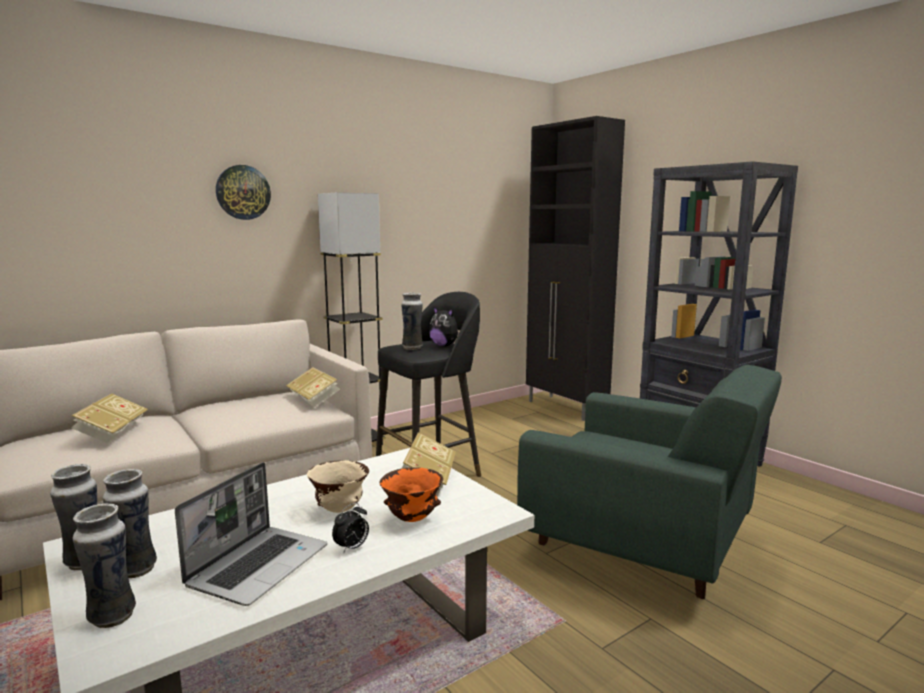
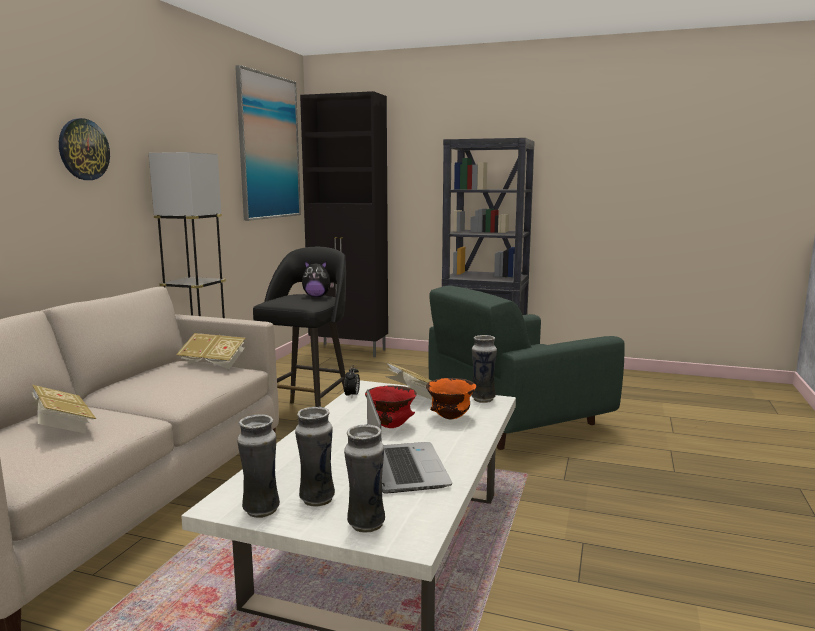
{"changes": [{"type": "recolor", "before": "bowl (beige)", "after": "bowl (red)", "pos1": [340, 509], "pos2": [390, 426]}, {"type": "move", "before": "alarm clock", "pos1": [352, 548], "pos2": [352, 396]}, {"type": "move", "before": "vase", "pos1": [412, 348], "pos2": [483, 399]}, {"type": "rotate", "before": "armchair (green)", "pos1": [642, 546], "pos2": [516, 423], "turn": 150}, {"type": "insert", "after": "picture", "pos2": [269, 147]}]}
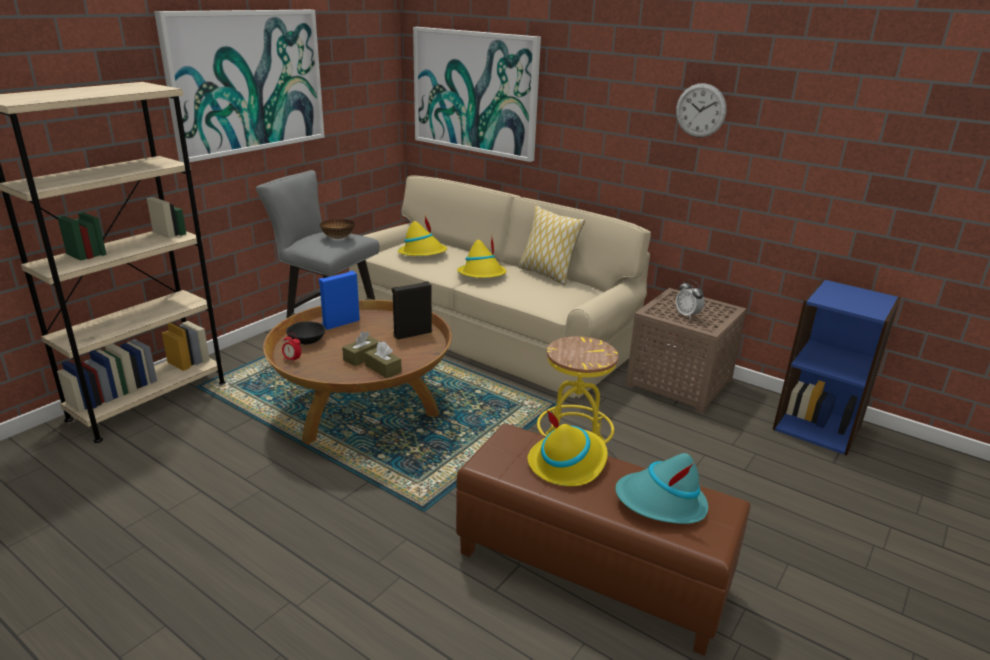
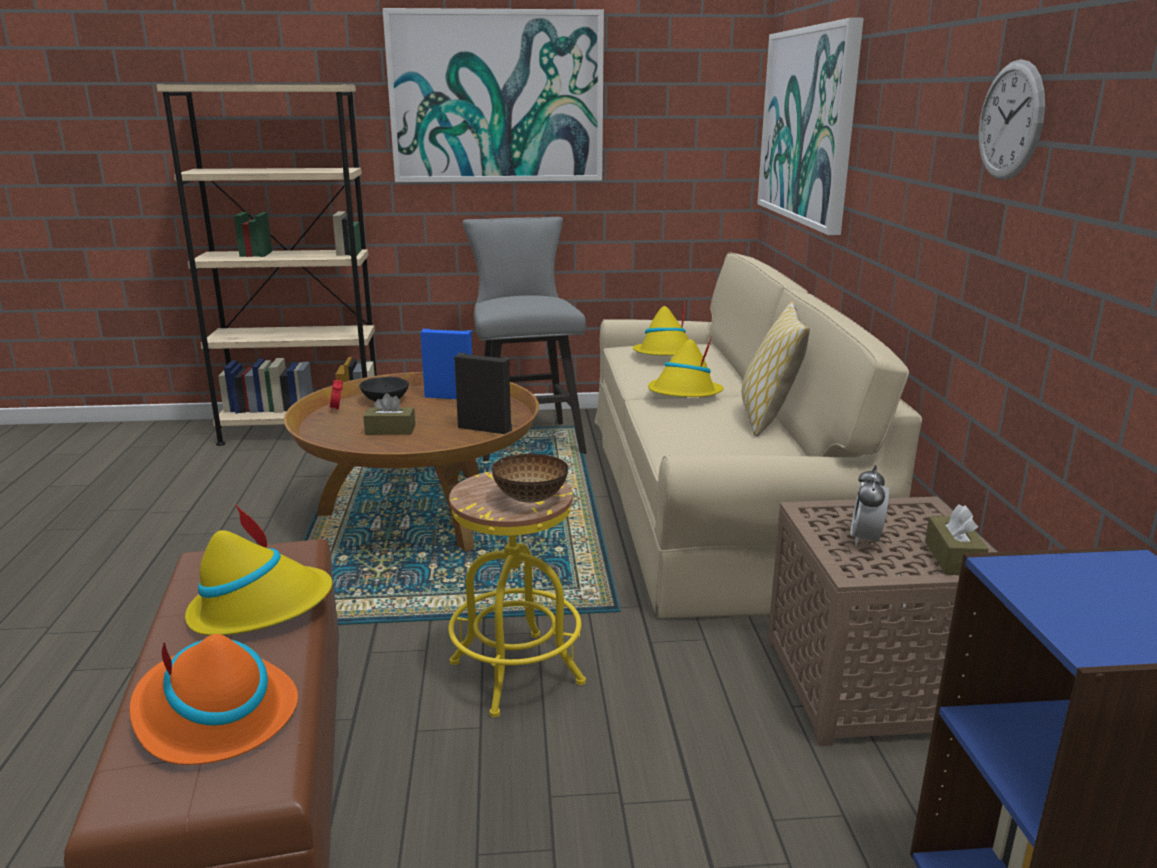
{"changes": [{"type": "move", "before": "bowl", "pos1": [338, 238], "pos2": [531, 499]}, {"type": "move", "before": "tissue box (brown)", "pos1": [383, 369], "pos2": [953, 558]}, {"type": "recolor", "before": "hat (turquoise)", "after": "hat (orange)", "pos1": [660, 503], "pos2": [213, 714]}]}
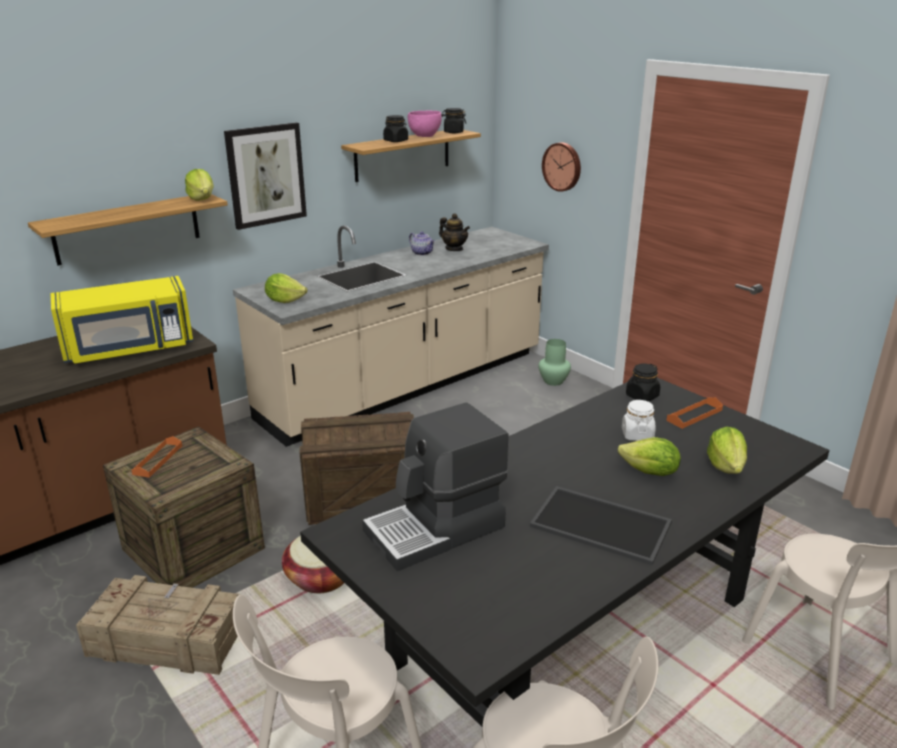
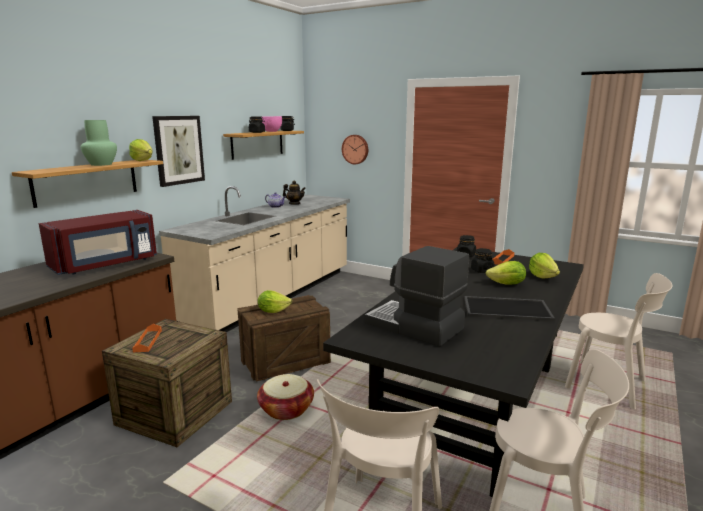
{"changes": [{"type": "recolor", "before": "microwave (yellow)", "after": "microwave (red)", "pos1": [130, 349], "pos2": [106, 264]}, {"type": "delete", "before": "crate", "pos1": [167, 640]}, {"type": "move", "before": "lettuce", "pos1": [285, 300], "pos2": [273, 311]}, {"type": "rotate", "before": "coffee machine", "pos1": [436, 529], "pos2": [414, 326], "turn": 90}, {"type": "move", "before": "vase (green)", "pos1": [553, 381], "pos2": [101, 164]}, {"type": "recolor", "before": "jar (white)", "after": "jar (black)", "pos1": [637, 435], "pos2": [482, 270]}]}
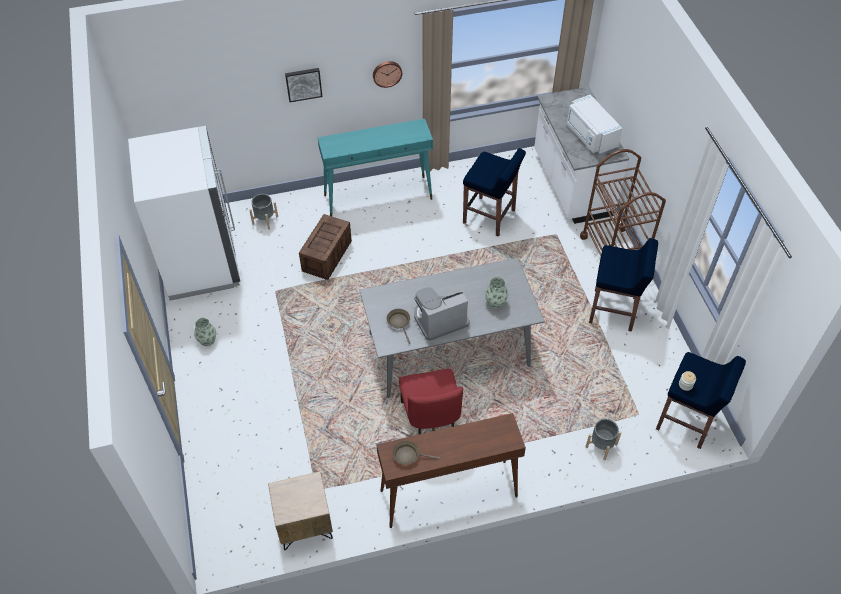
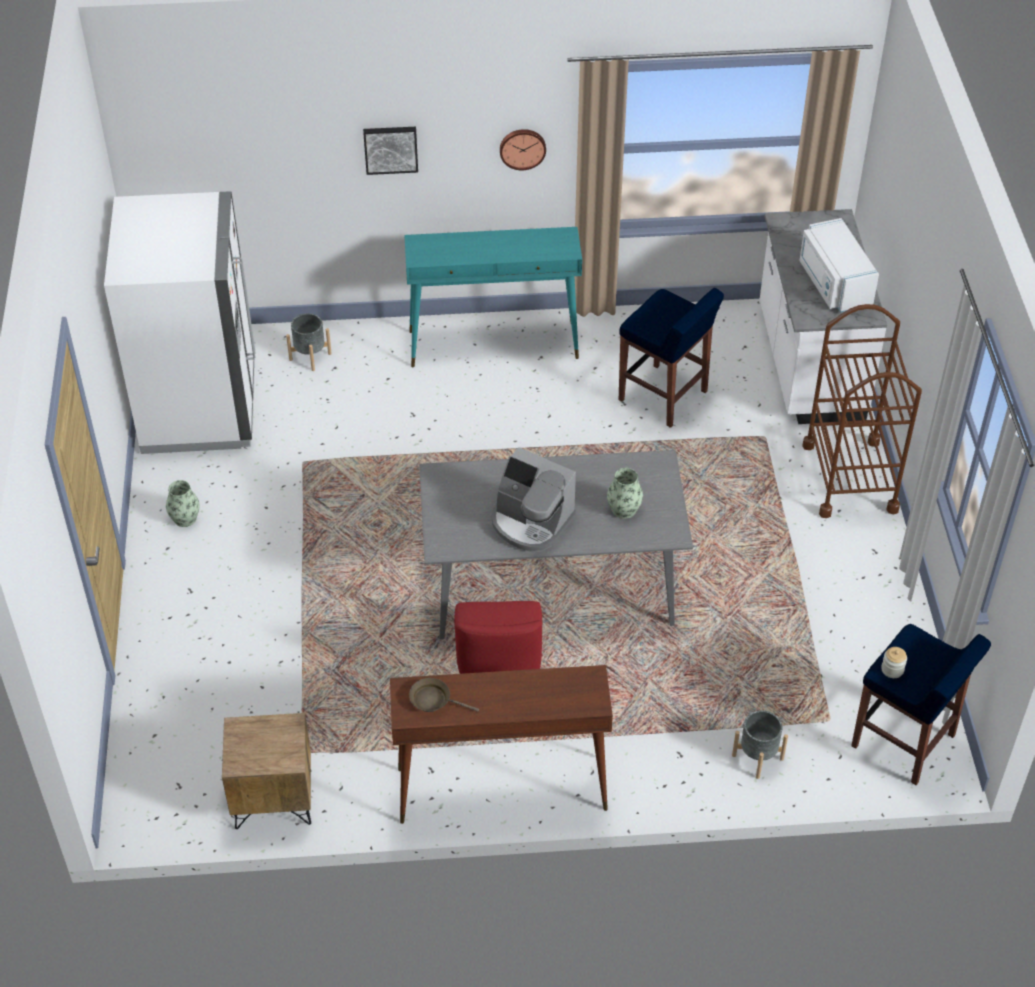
{"changes": [{"type": "delete", "before": "crate", "pos1": [327, 255]}, {"type": "delete", "before": "frying pan (brown)", "pos1": [399, 323]}, {"type": "rotate", "before": "coffee machine", "pos1": [439, 319], "pos2": [531, 522], "turn": -135}, {"type": "delete", "before": "stool (blue)", "pos1": [614, 310]}]}
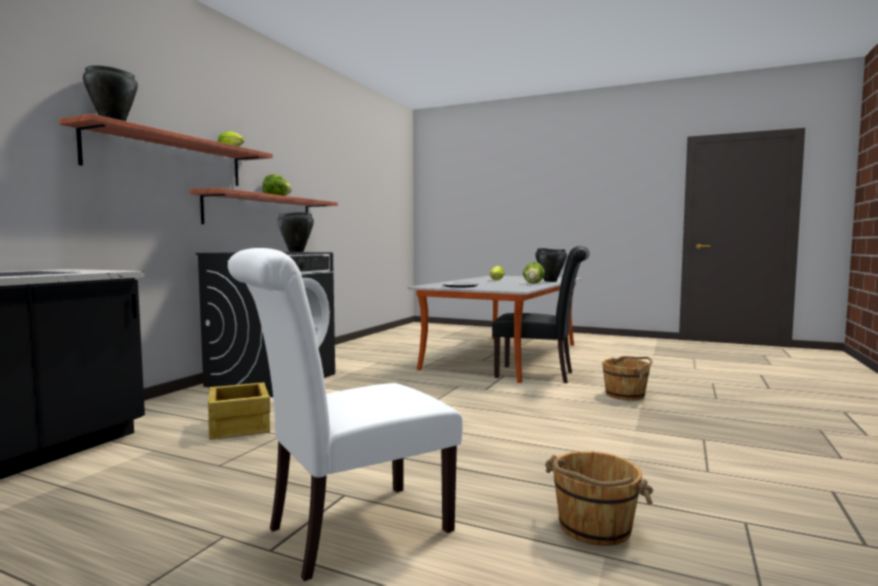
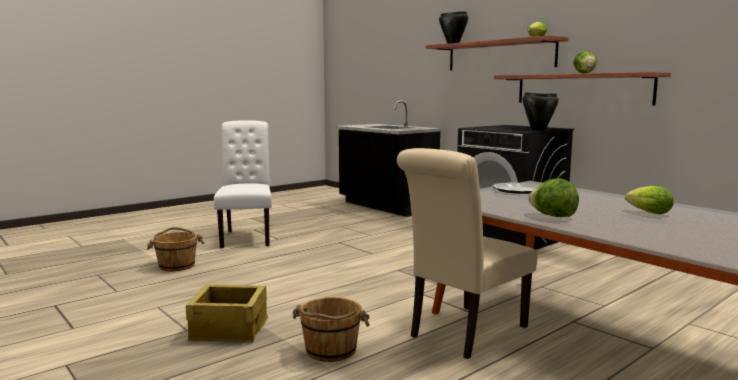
{"changes": [{"type": "move", "before": "crate", "pos1": [238, 427], "pos2": [229, 329]}, {"type": "recolor", "before": "chair (black)", "after": "chair (beige)", "pos1": [540, 375], "pos2": [463, 333]}, {"type": "delete", "before": "cooking pot (black)", "pos1": [550, 281]}]}
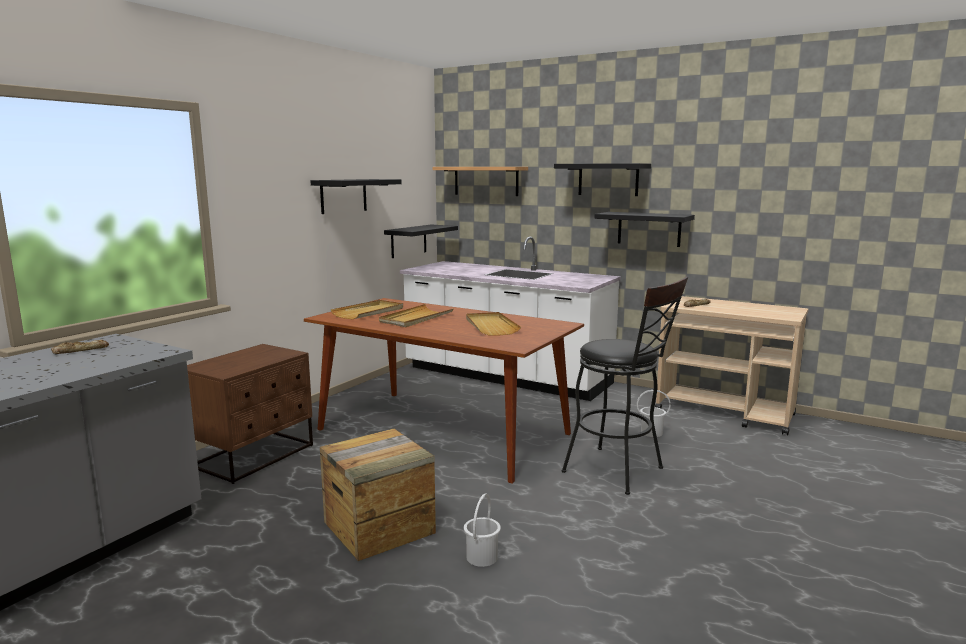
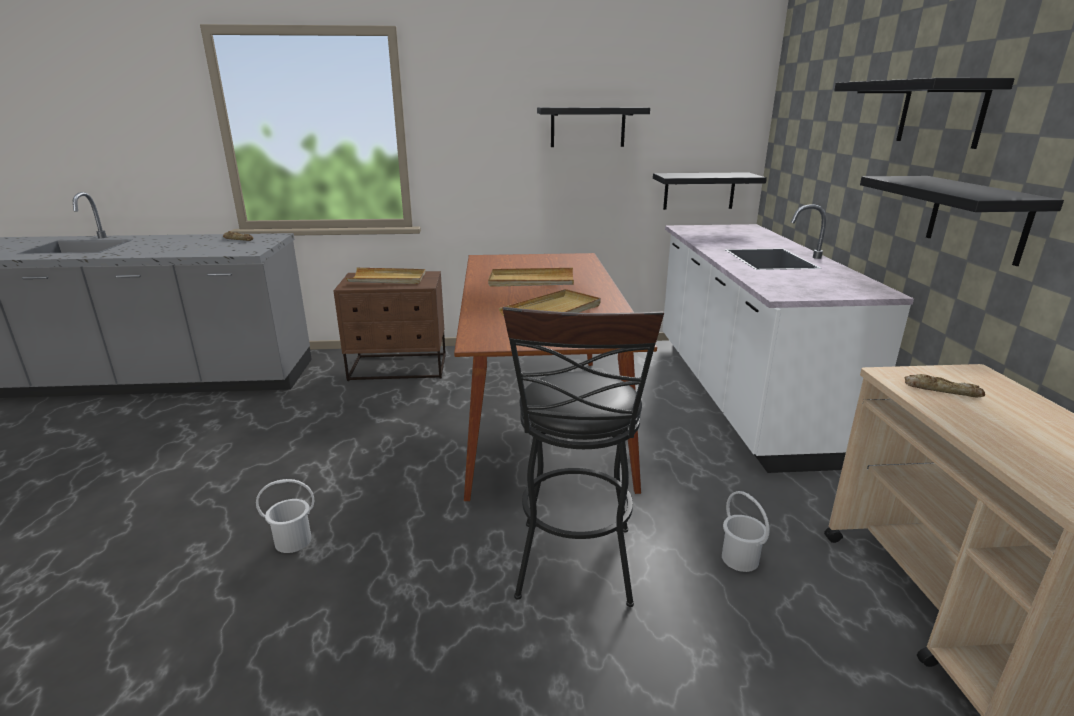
{"changes": [{"type": "delete", "before": "crate", "pos1": [379, 527]}, {"type": "move", "before": "tray (beige)", "pos1": [369, 312], "pos2": [387, 279]}, {"type": "delete", "before": "shelf", "pos1": [486, 181]}]}
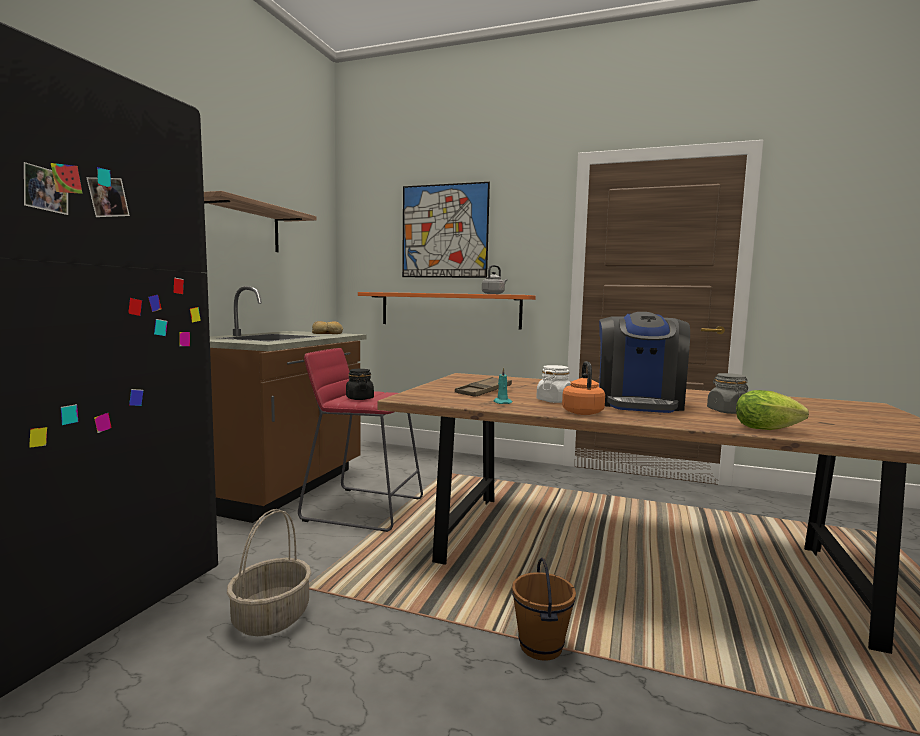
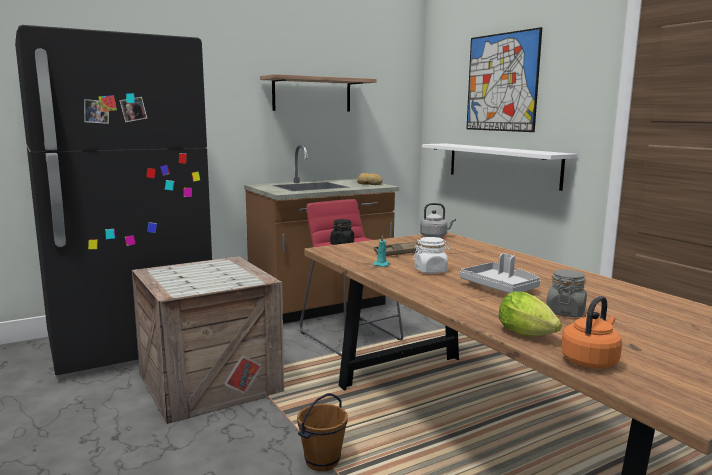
{"changes": [{"type": "replace", "before": "basket", "after": "crate", "pos1": [271, 617], "pos2": [211, 382]}, {"type": "recolor", "before": "shelf (orange)", "after": "shelf (white)", "pos1": [449, 310], "pos2": [502, 164]}, {"type": "move", "before": "kettle (grey)", "pos1": [494, 294], "pos2": [435, 236]}, {"type": "move", "before": "kettle (orange)", "pos1": [582, 412], "pos2": [590, 361]}, {"type": "replace", "before": "coffee machine", "after": "tray (grey)", "pos1": [639, 403], "pos2": [500, 287]}]}
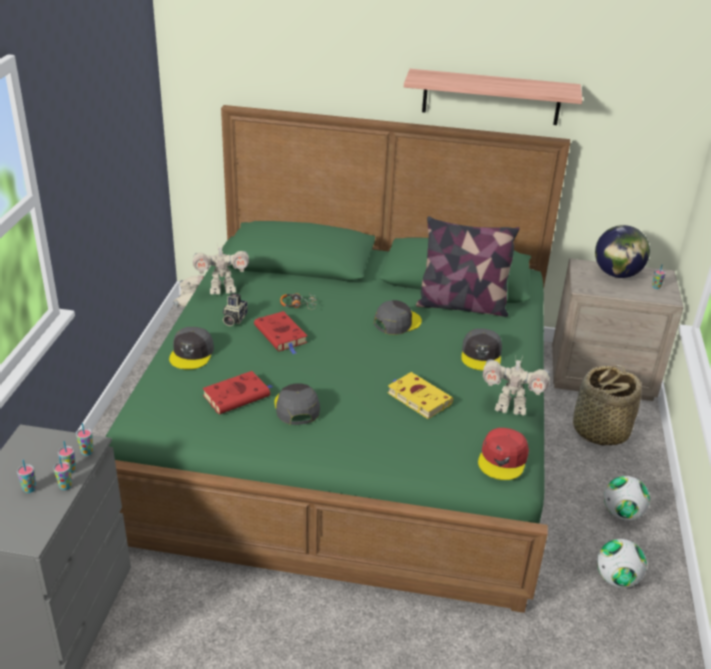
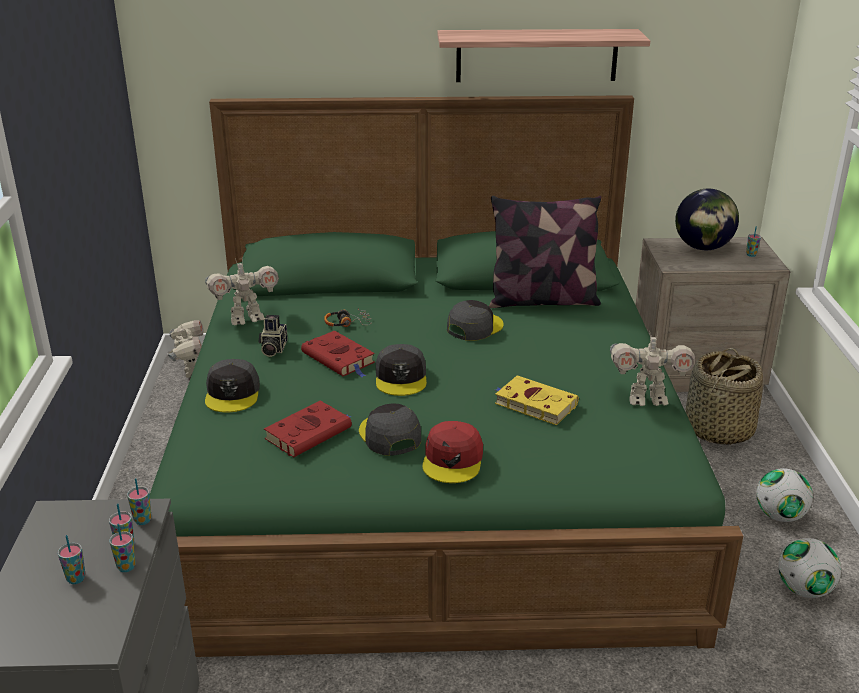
{"changes": [{"type": "move", "before": "cap (grey)", "pos1": [481, 355], "pos2": [401, 378]}, {"type": "move", "before": "cap (red)", "pos1": [503, 459], "pos2": [453, 460]}]}
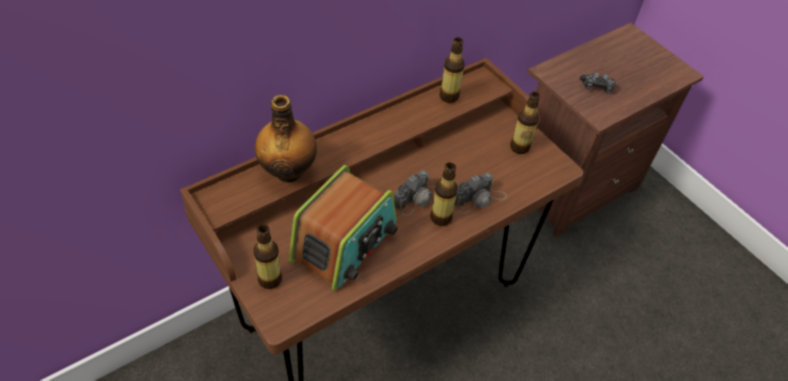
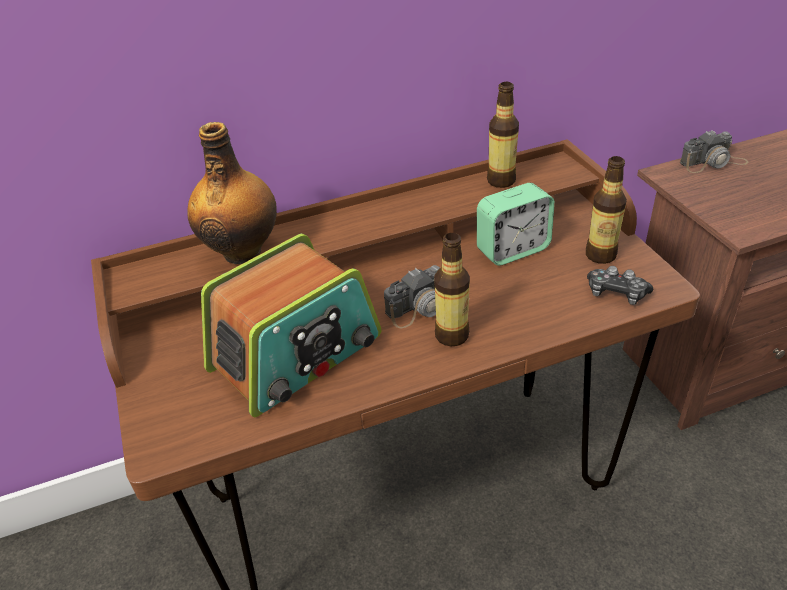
{"changes": [{"type": "delete", "before": "bottle", "pos1": [270, 279]}, {"type": "move", "before": "photo camera", "pos1": [479, 199], "pos2": [713, 162]}, {"type": "move", "before": "game controller", "pos1": [597, 87], "pos2": [616, 293]}, {"type": "insert", "after": "alarm clock", "pos2": [512, 250]}]}
